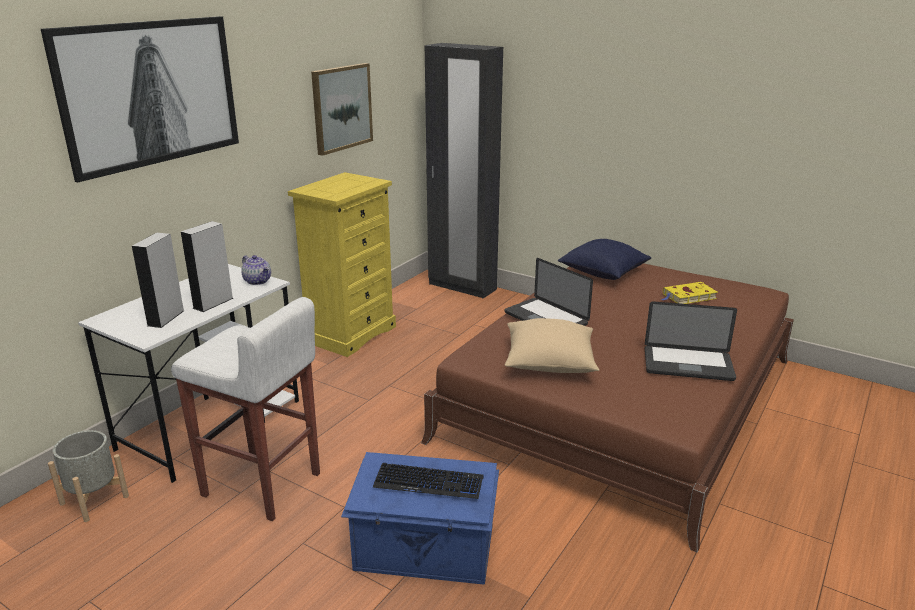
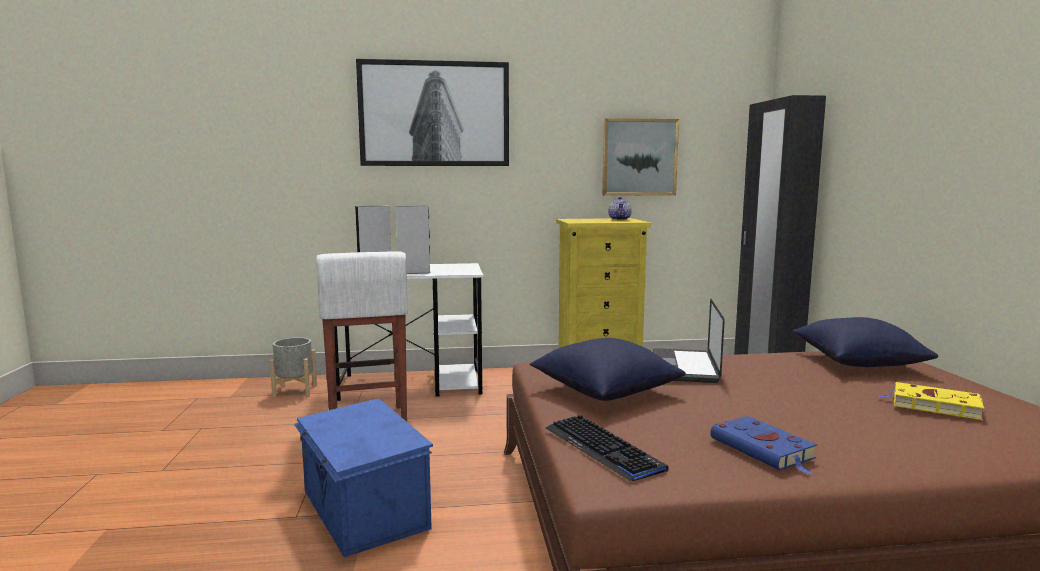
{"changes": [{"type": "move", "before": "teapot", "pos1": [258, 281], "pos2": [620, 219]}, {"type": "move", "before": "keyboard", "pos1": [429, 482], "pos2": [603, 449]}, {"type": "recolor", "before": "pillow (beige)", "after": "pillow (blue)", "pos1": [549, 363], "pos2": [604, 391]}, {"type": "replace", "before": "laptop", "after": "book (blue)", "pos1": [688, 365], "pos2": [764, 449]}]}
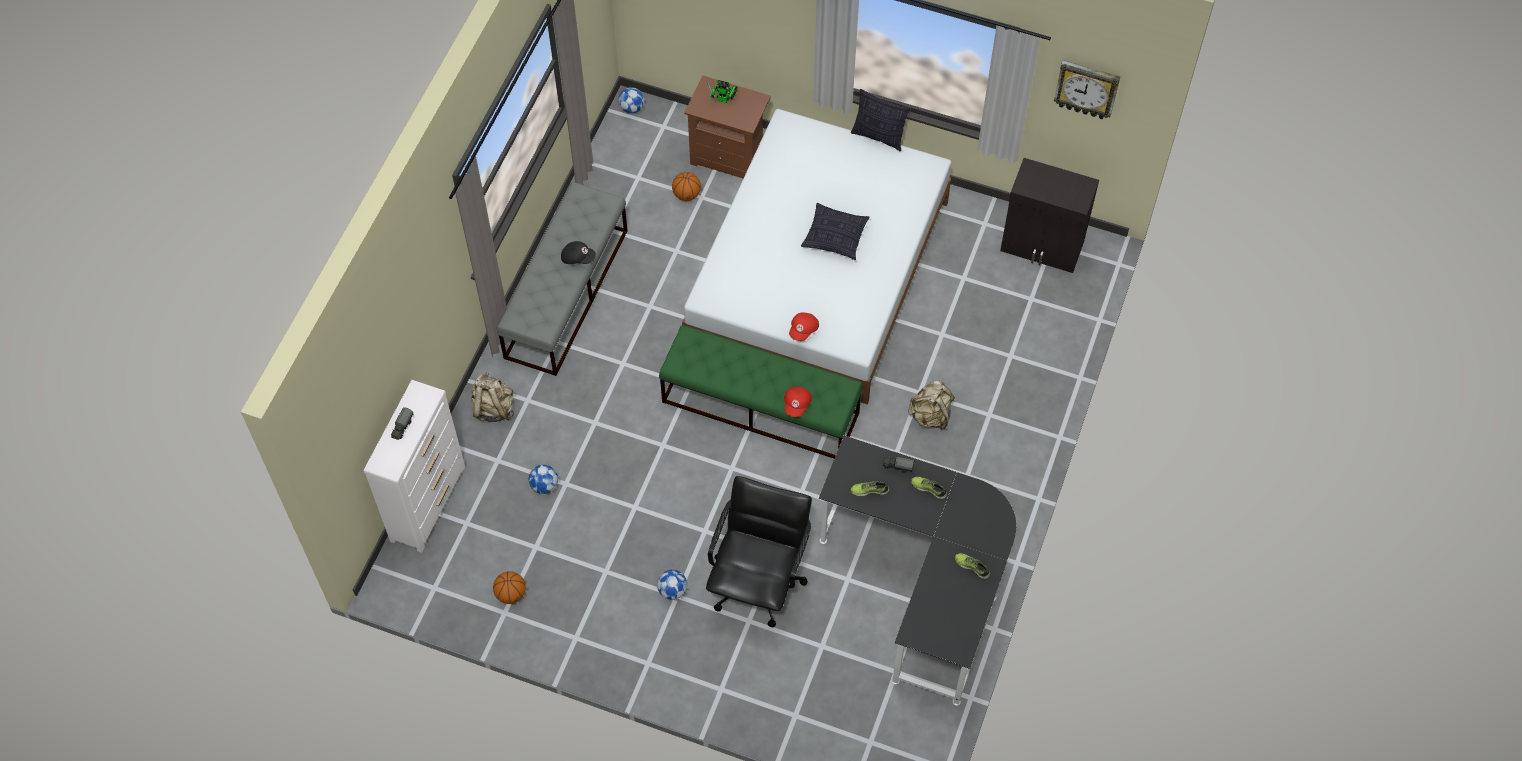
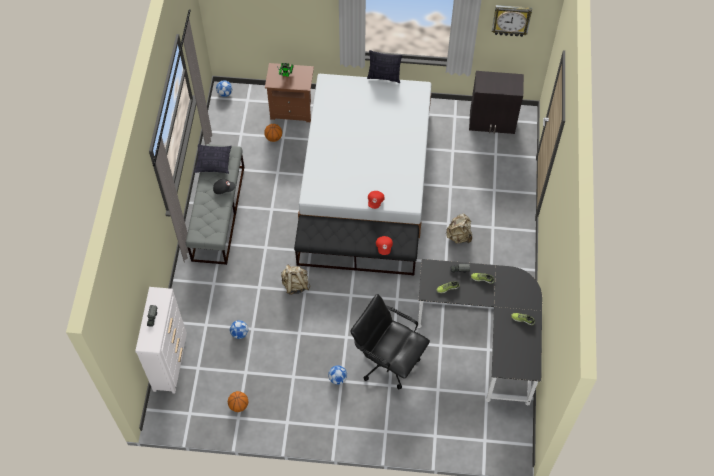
{"changes": [{"type": "move", "before": "backpack (beige)", "pos1": [493, 408], "pos2": [295, 285]}, {"type": "recolor", "before": "bench (green)", "after": "bench (black)", "pos1": [761, 407], "pos2": [357, 254]}, {"type": "rotate", "before": "office chair (black)", "pos1": [758, 582], "pos2": [388, 360], "turn": -60}, {"type": "move", "before": "pillow", "pos1": [835, 237], "pos2": [213, 162]}]}
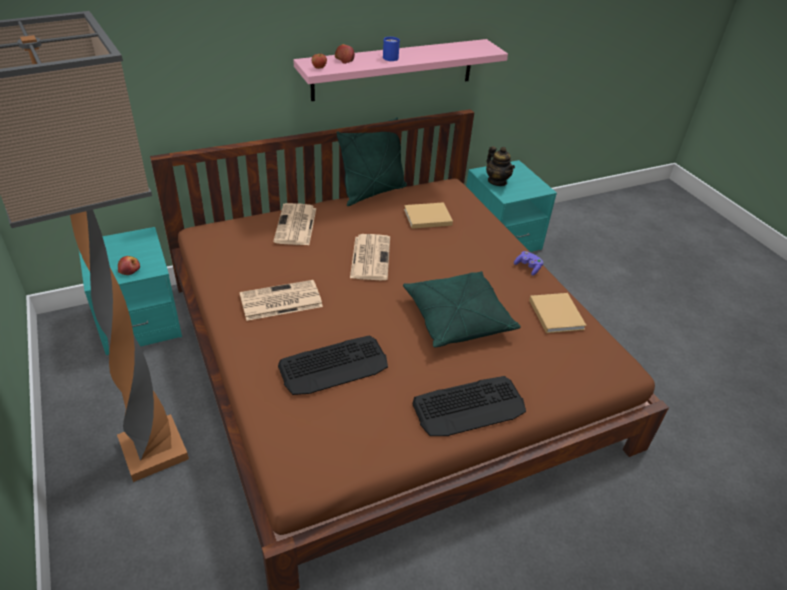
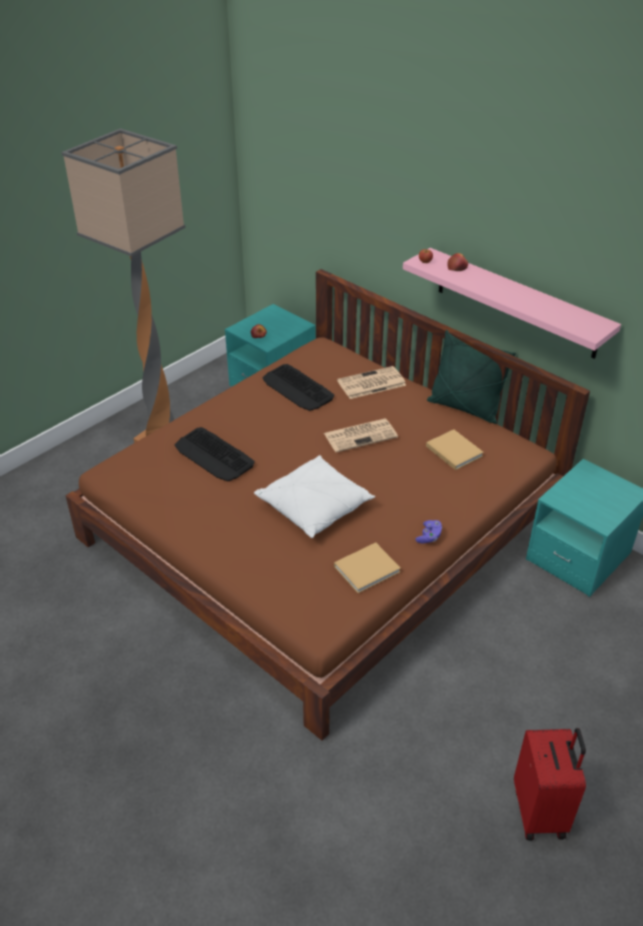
{"changes": [{"type": "delete", "before": "newspaper", "pos1": [280, 301]}, {"type": "delete", "before": "mug (blue)", "pos1": [389, 57]}, {"type": "recolor", "before": "pillow (green)", "after": "pillow (white)", "pos1": [457, 319], "pos2": [314, 506]}, {"type": "move", "before": "keyboard", "pos1": [469, 407], "pos2": [297, 388]}, {"type": "delete", "before": "teapot", "pos1": [497, 181]}, {"type": "insert", "after": "suitcase (red)", "pos2": [541, 812]}]}
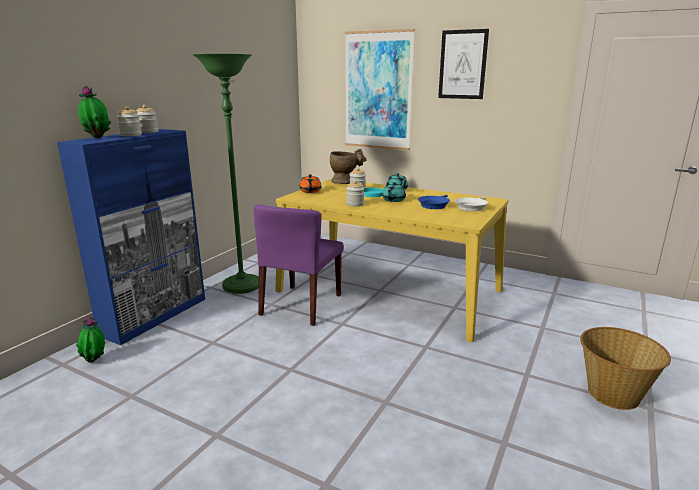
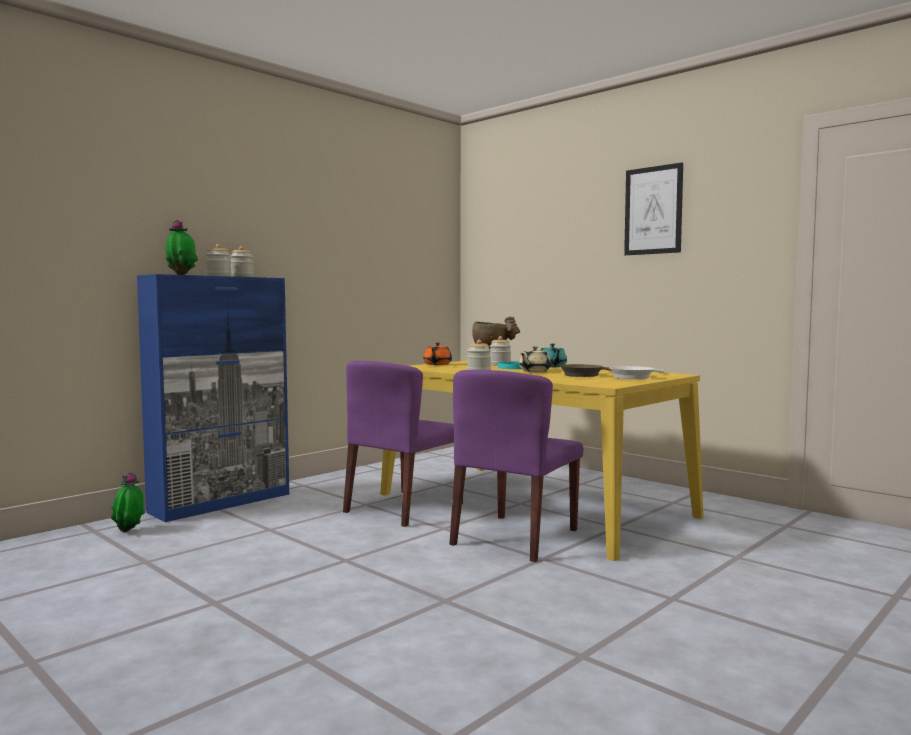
{"changes": [{"type": "delete", "before": "floor lamp (green)", "pos1": [242, 286]}, {"type": "delete", "before": "picture", "pos1": [378, 91]}, {"type": "recolor", "before": "teapot (turquoise)", "after": "teapot (beige)", "pos1": [393, 200], "pos2": [534, 371]}, {"type": "recolor", "before": "frying pan (blue)", "after": "frying pan (brown)", "pos1": [434, 205], "pos2": [583, 375]}, {"type": "delete", "before": "basket", "pos1": [613, 393]}, {"type": "insert", "after": "chair (purple)", "pos2": [515, 537]}]}
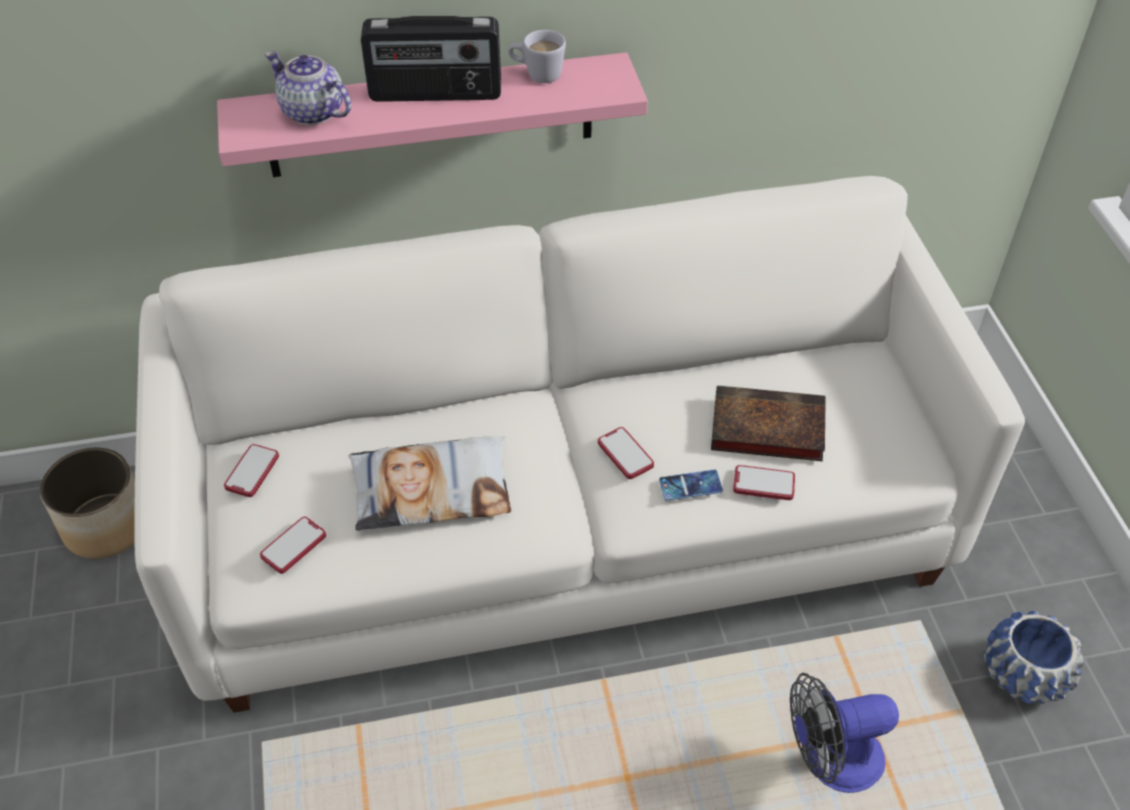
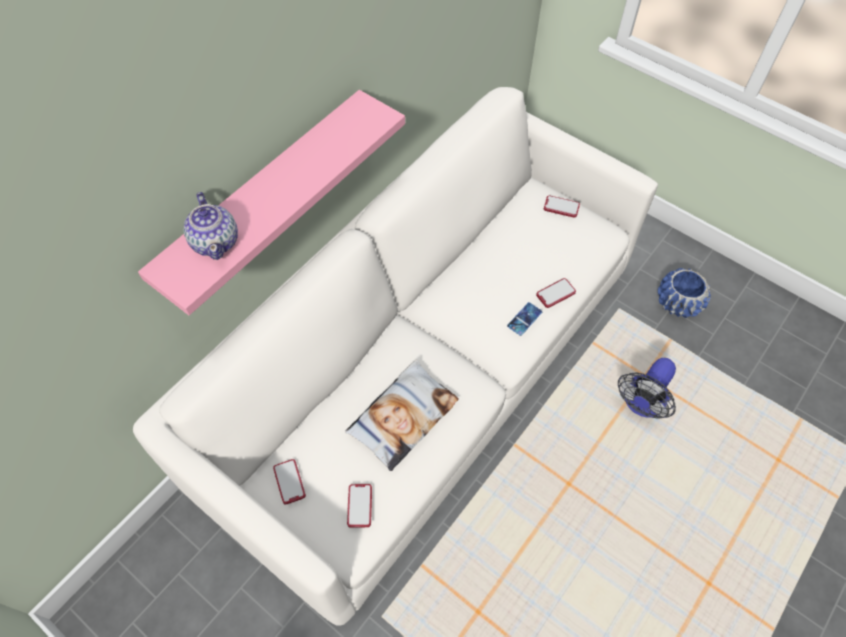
{"changes": [{"type": "delete", "before": "planter", "pos1": [107, 525]}, {"type": "rotate", "before": "teapot", "pos1": [313, 113], "pos2": [216, 241], "turn": -105}, {"type": "delete", "before": "radio", "pos1": [435, 94]}, {"type": "delete", "before": "mug (white)", "pos1": [537, 75]}, {"type": "move", "before": "phone", "pos1": [625, 454], "pos2": [561, 207]}, {"type": "delete", "before": "book", "pos1": [764, 429]}]}
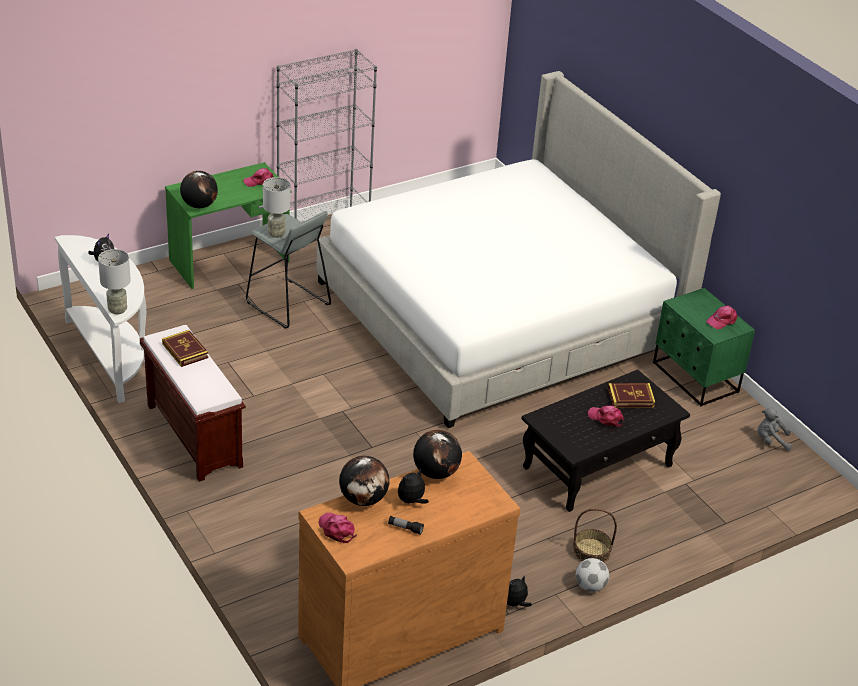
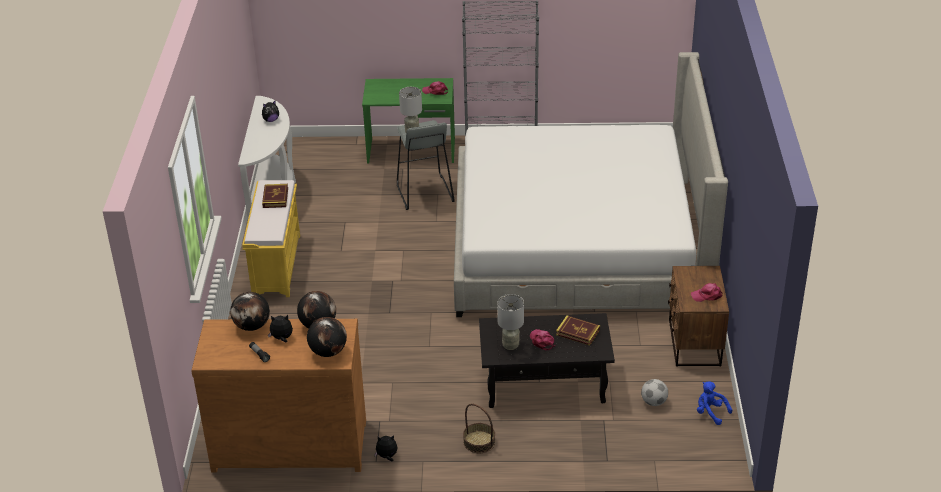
{"changes": [{"type": "move", "before": "table lamp (grey)", "pos1": [117, 309], "pos2": [510, 345]}, {"type": "recolor", "before": "bench (brown)", "after": "bench (yellow)", "pos1": [193, 435], "pos2": [276, 265]}, {"type": "move", "before": "globe", "pos1": [199, 205], "pos2": [328, 352]}, {"type": "delete", "before": "cap (pink)", "pos1": [337, 529]}, {"type": "move", "before": "football", "pos1": [590, 586], "pos2": [654, 402]}, {"type": "recolor", "before": "nightstand (green)", "after": "nightstand (brown)", "pos1": [695, 378], "pos2": [693, 343]}, {"type": "recolor", "before": "plush toy (grey)", "after": "plush toy (blue)", "pos1": [771, 441], "pos2": [710, 412]}]}
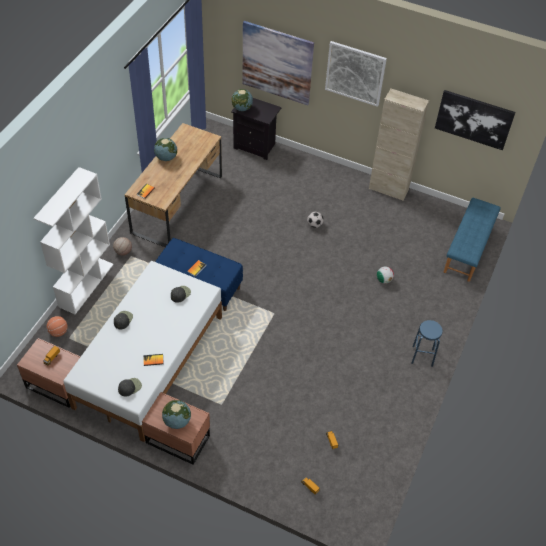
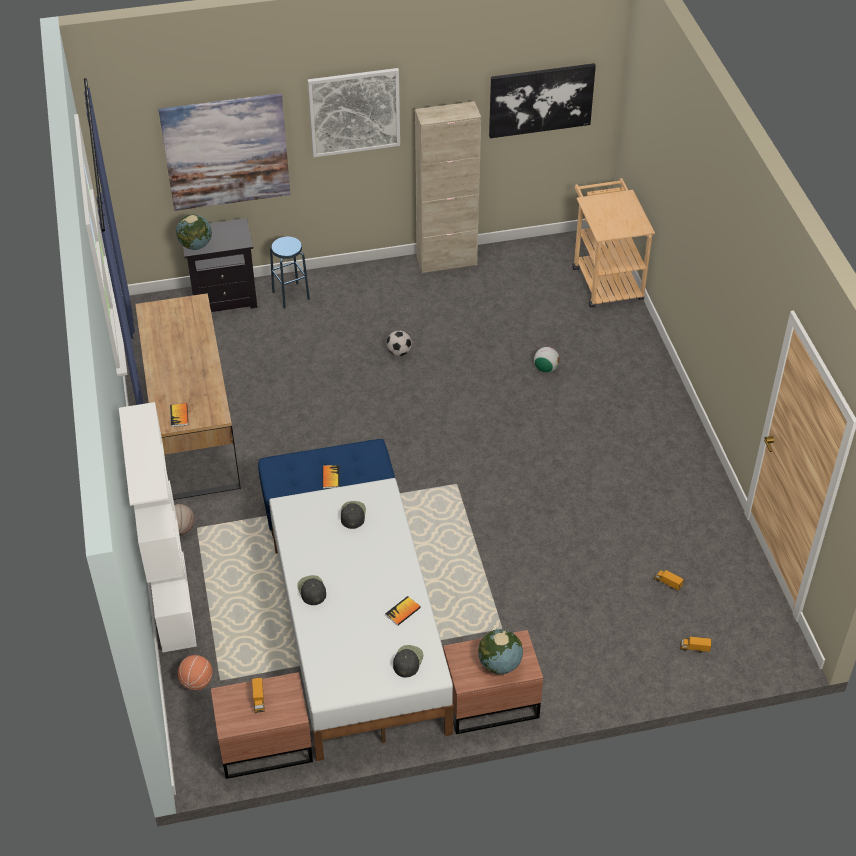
{"changes": [{"type": "delete", "before": "globe", "pos1": [166, 157]}, {"type": "move", "before": "stool (blue)", "pos1": [422, 356], "pos2": [291, 295]}, {"type": "replace", "before": "bench (blue)", "after": "cart (beige)", "pos1": [468, 249], "pos2": [605, 279]}]}
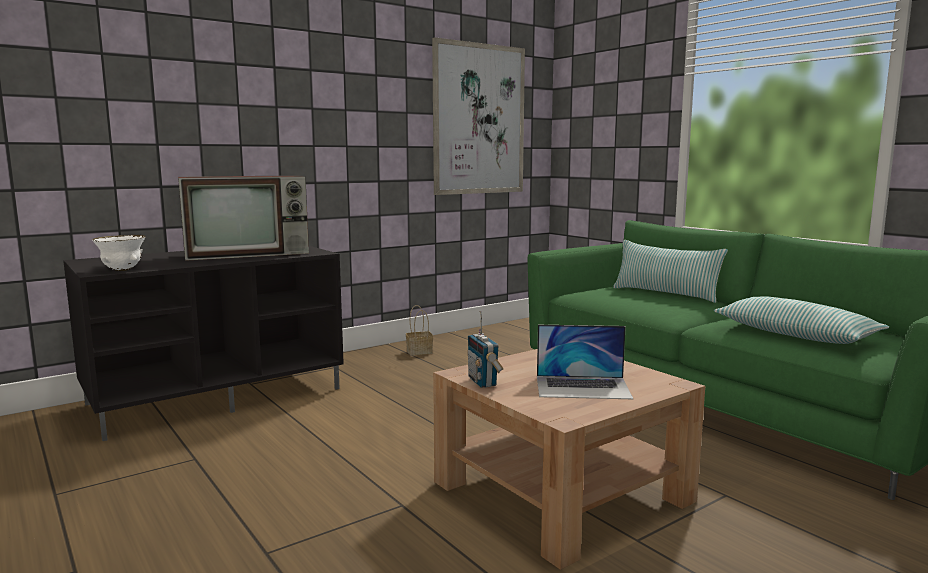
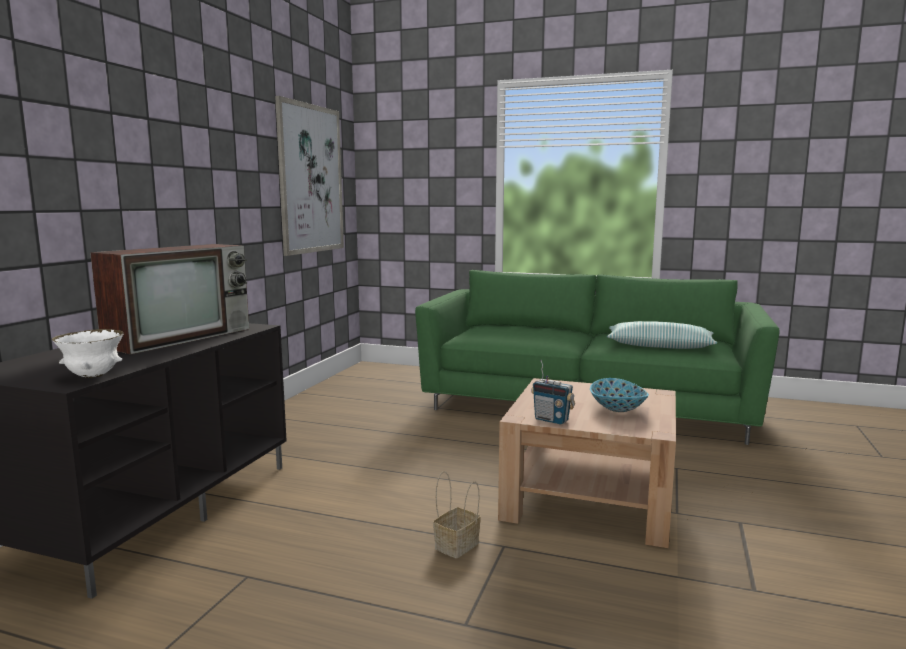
{"changes": [{"type": "move", "before": "basket", "pos1": [418, 352], "pos2": [456, 546]}, {"type": "replace", "before": "laptop", "after": "bowl", "pos1": [583, 387], "pos2": [618, 408]}, {"type": "delete", "before": "pillow", "pos1": [665, 294]}]}
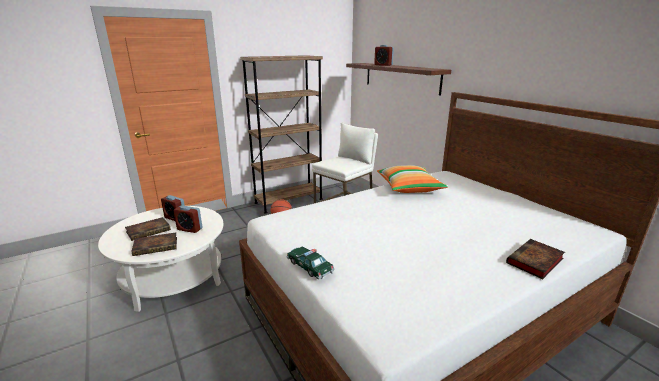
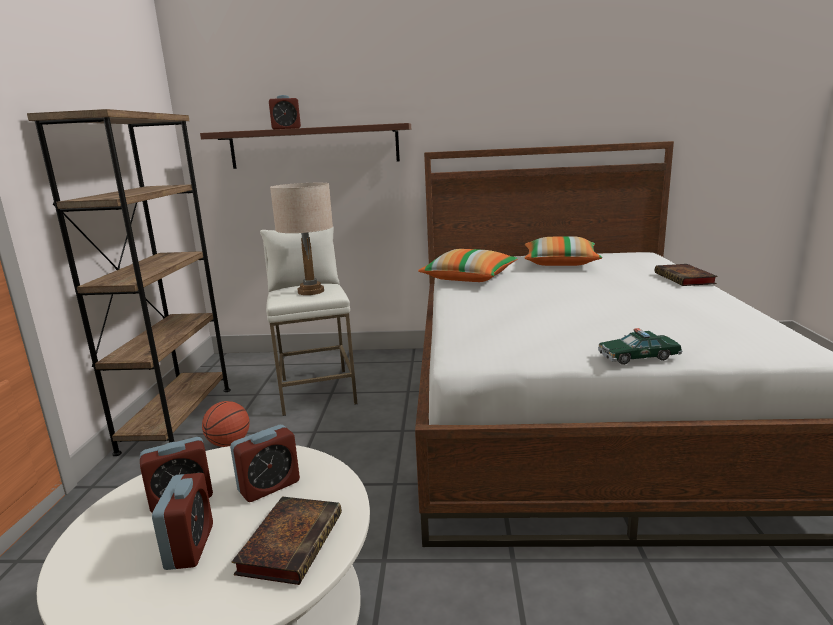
{"changes": [{"type": "replace", "before": "book", "after": "alarm clock", "pos1": [149, 230], "pos2": [190, 547]}, {"type": "insert", "after": "table lamp (beige)", "pos2": [310, 291]}, {"type": "insert", "after": "pillow", "pos2": [560, 263]}]}
